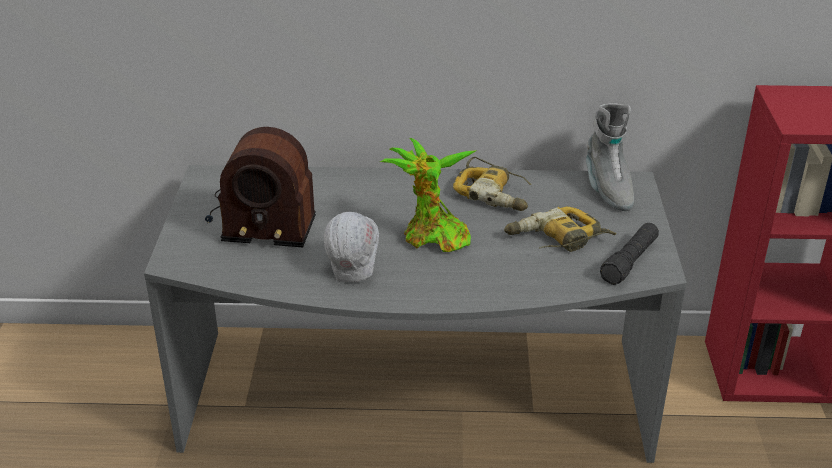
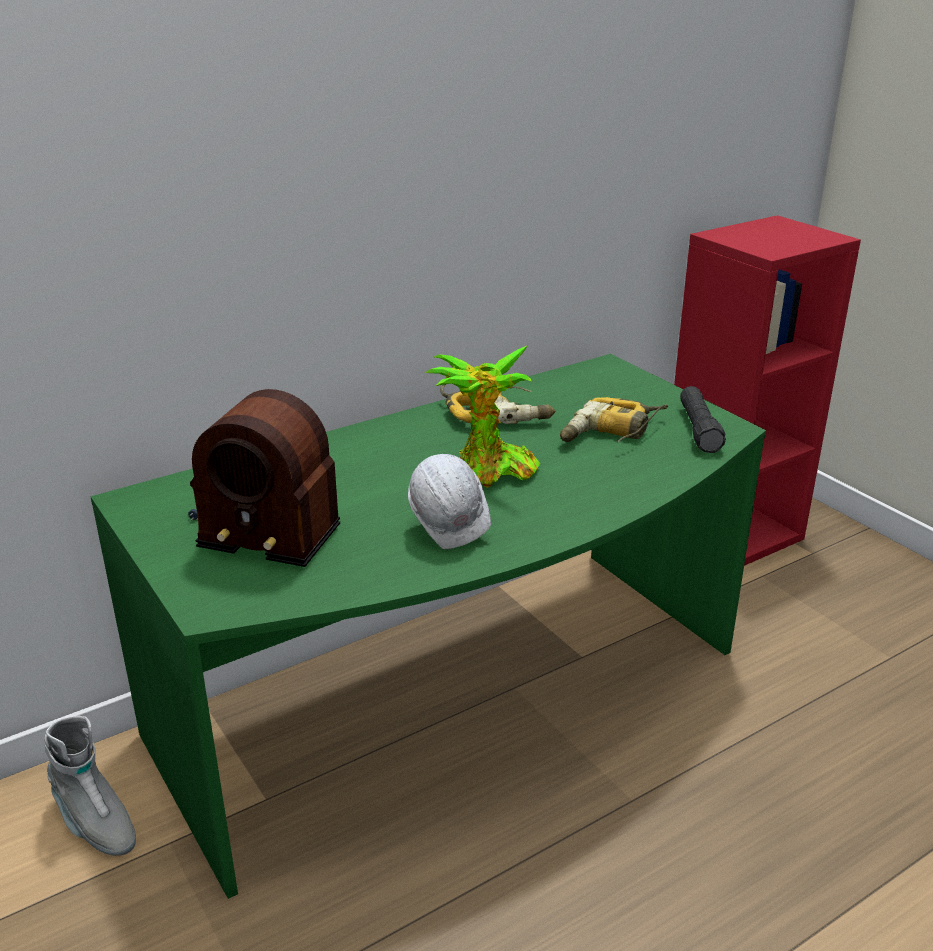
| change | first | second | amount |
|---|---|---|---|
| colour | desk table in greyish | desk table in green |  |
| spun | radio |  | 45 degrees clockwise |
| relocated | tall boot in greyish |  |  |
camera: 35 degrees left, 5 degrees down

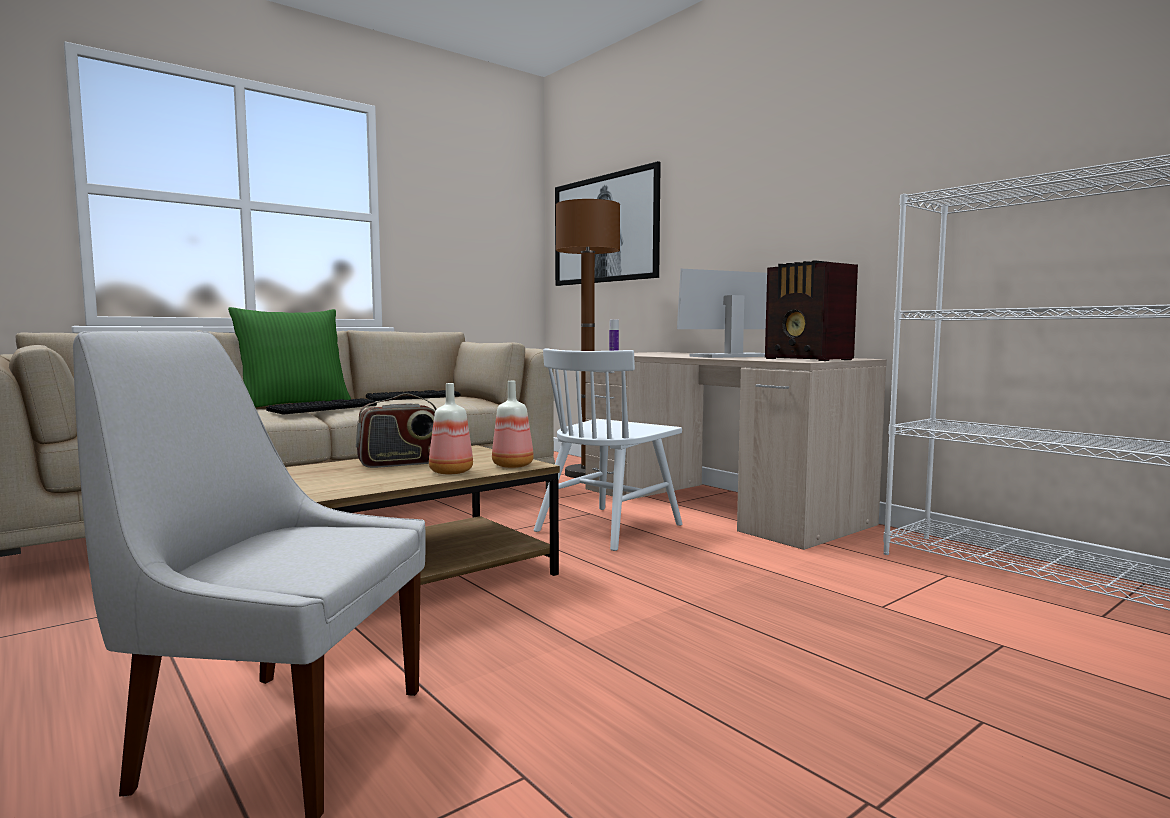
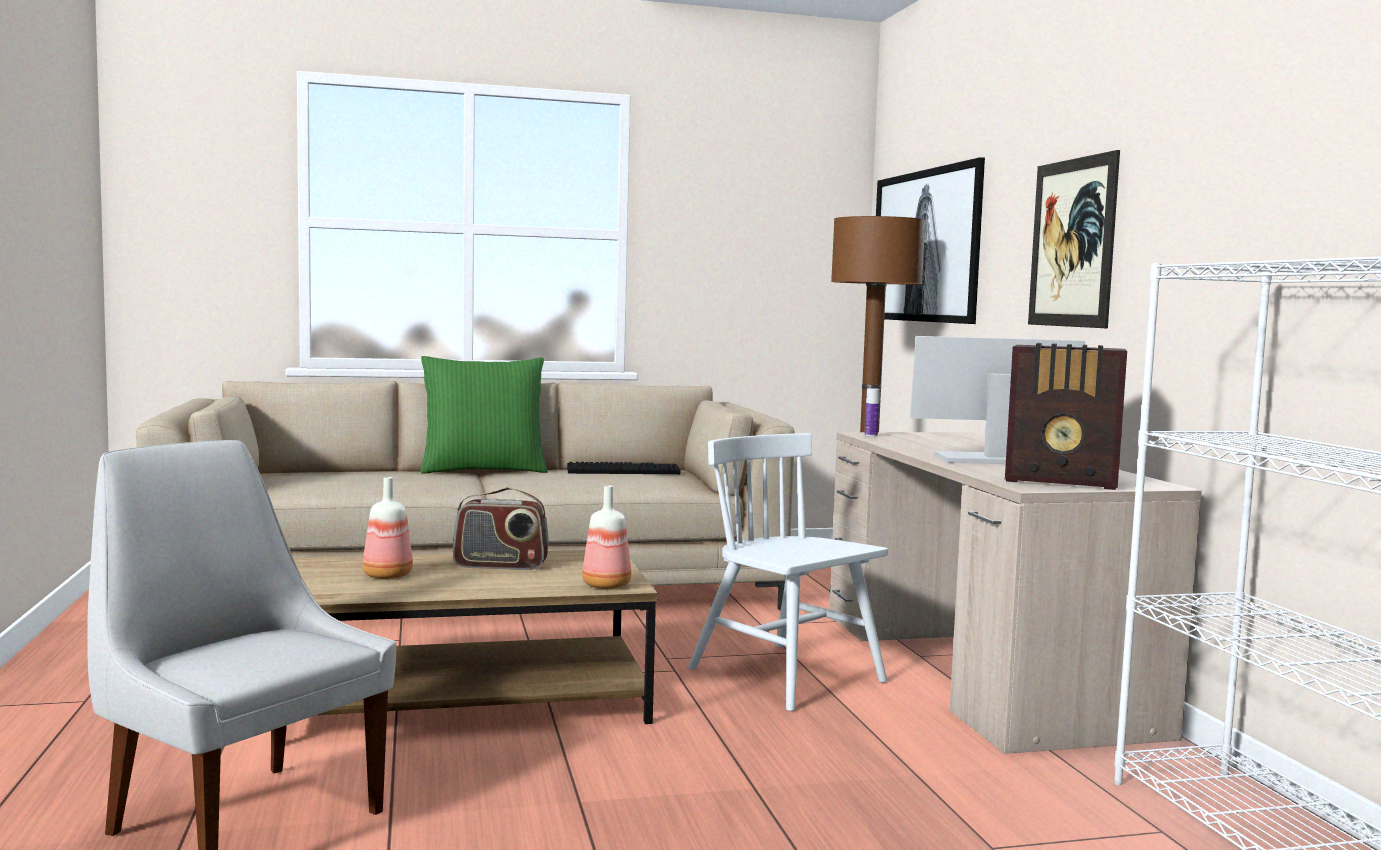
| change | first | second | amount |
|---|---|---|---|
| missing | PC keyboard (no. 1 from left) |  |  |
| relocated | drink bottle (no. 1 from left) |  |  |
| spun | chair in white-coloured (no. 2 from left) |  | 75 degrees clockwise |
| spun | radio (no. 2 from left) |  | 60 degrees counterclockwise |
| appeared |  | wall picture (no. 2 from left) |  |
camera: 25 degrees right, 0 degrees up

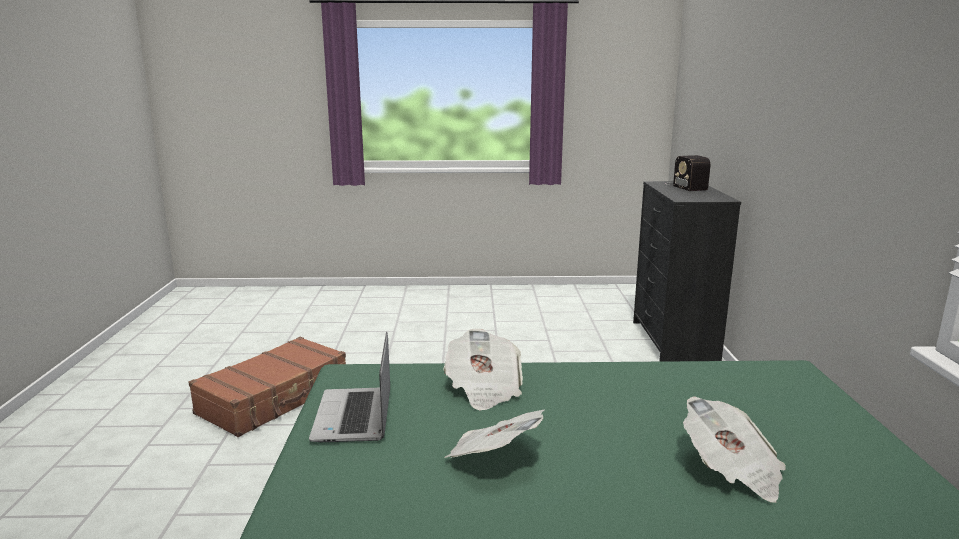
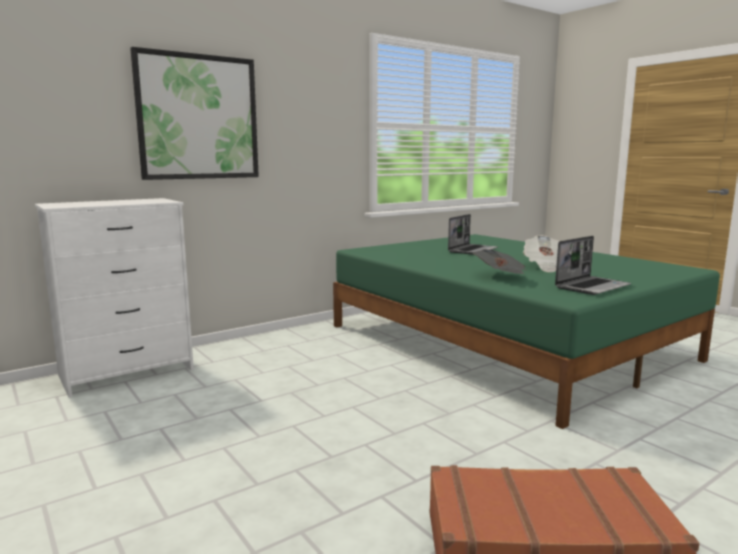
| change | first | second | amount |
|---|---|---|---|
| colour | chest of drawers in black-coloured | chest of drawers in white-coloured |  |
| missing | radio |  |  |
| exchanged | printed paper (no. 3 from left) | portable computer (no. 1 from left) |  |
| appeared |  | wall picture |  |
camera: 125 degrees left, 5 degrees down

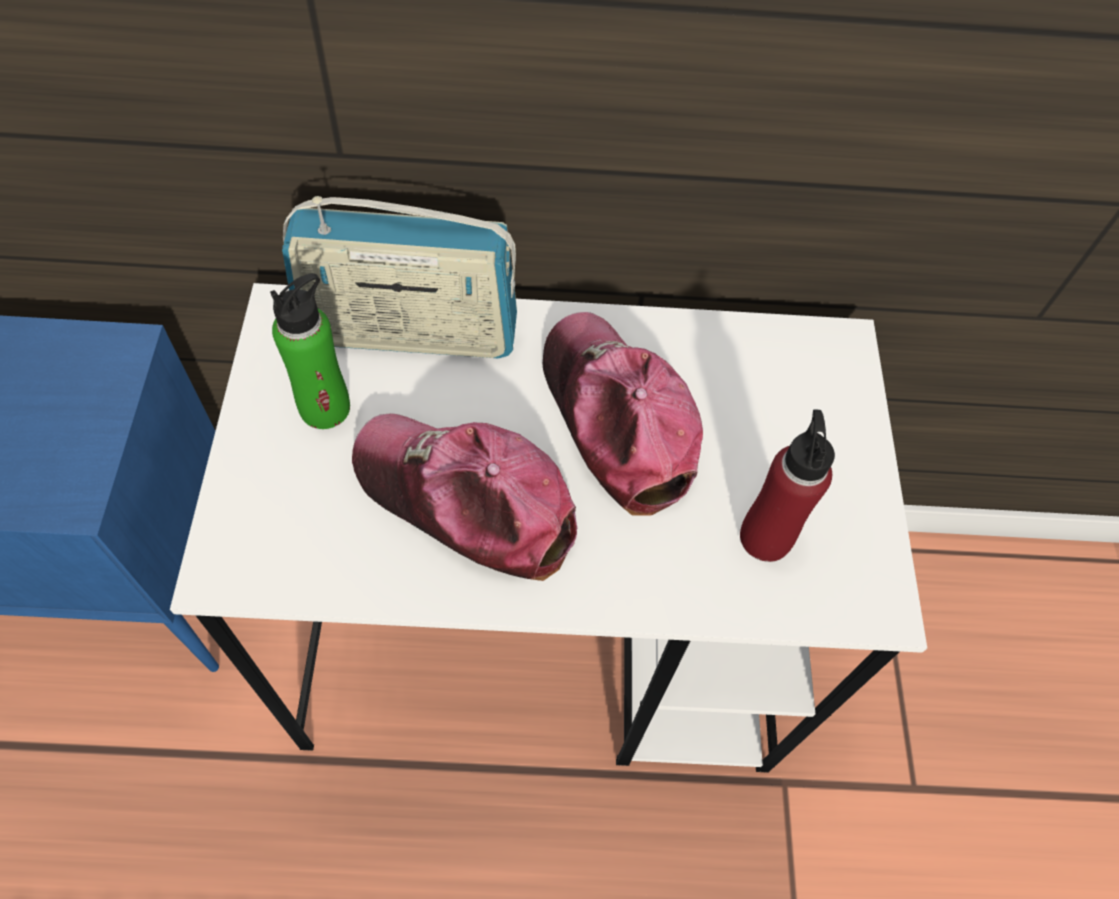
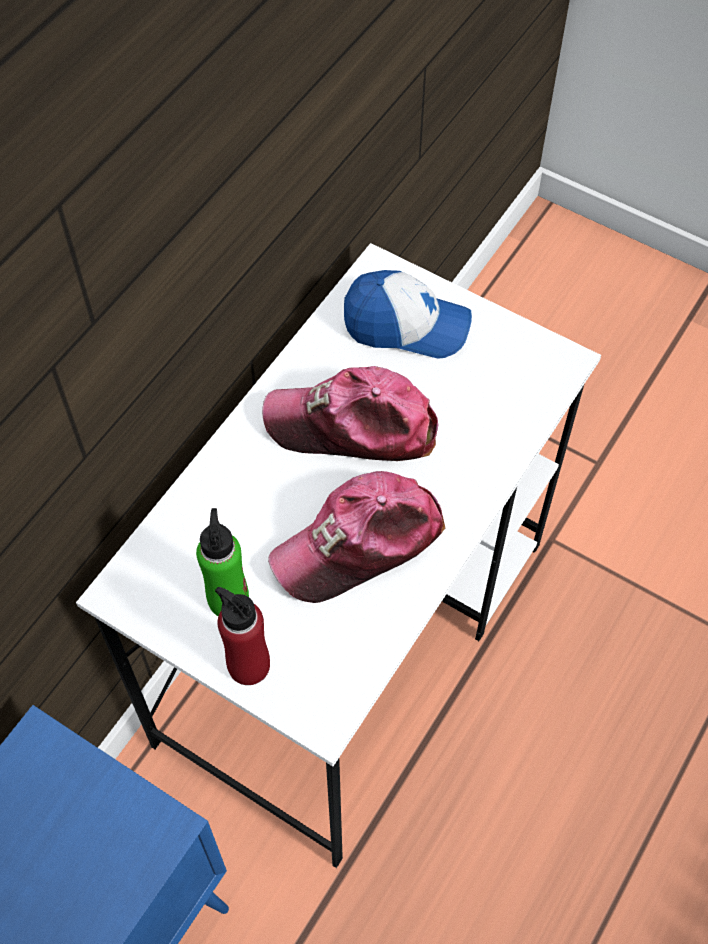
| change | first | second | amount |
|---|---|---|---|
| missing | radio |  |  |
| relocated | drink bottle in red-coloured |  |  |
| appeared |  | baseball cap (no. 3 from left) |  |
camera: 55 degrees left, 0 degrees up

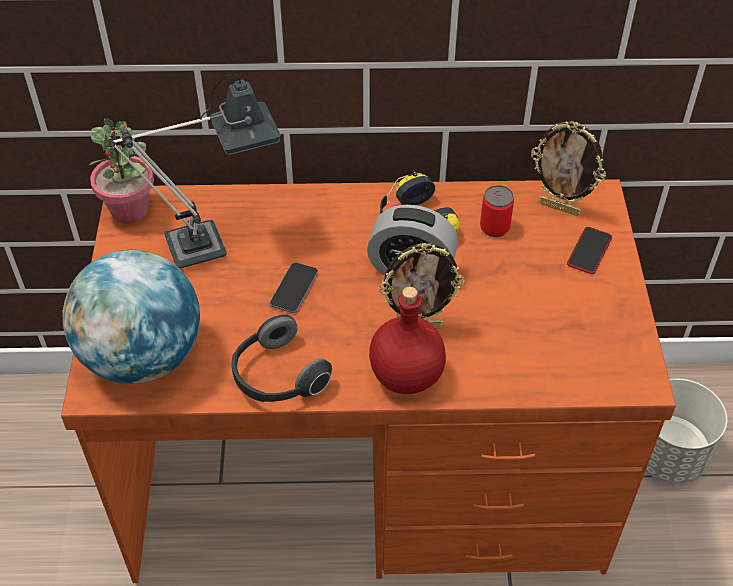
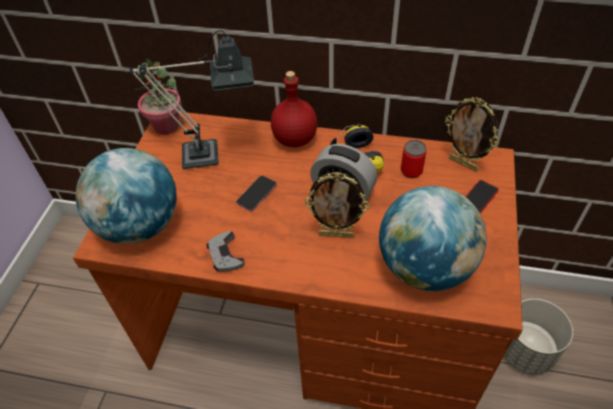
| change | first | second | amount |
|---|---|---|---|
| exchanged | headphones (no. 1 from left) | gamepad in greyish |  |
| relocated | drink bottle in red-coloured |  |  |
| appeared |  | globe (no. 2 from left) |  |
camera: 15 degrees right, 0 degrees up

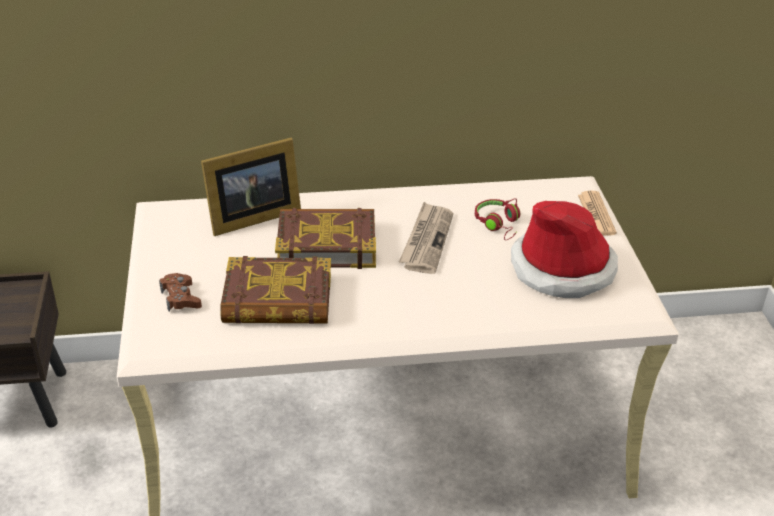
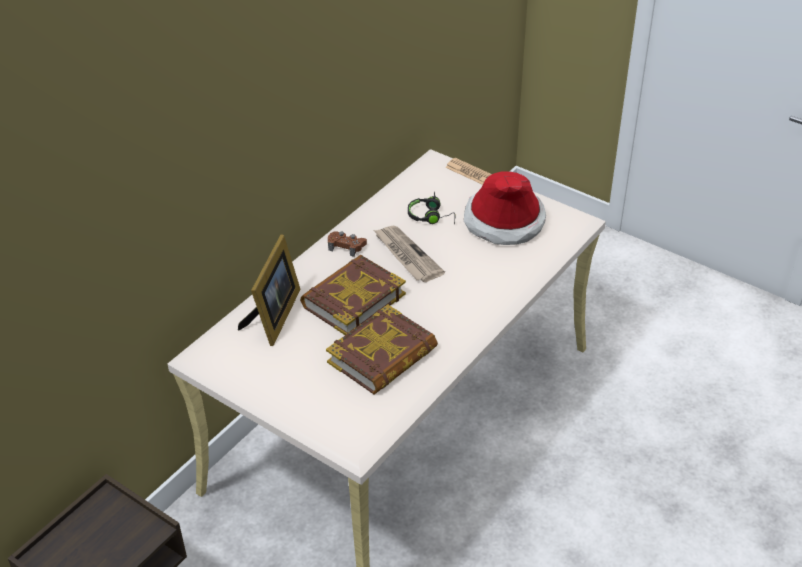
| change | first | second | amount |
|---|---|---|---|
| relocated | gamepad in brown-coloured |  |  |
| colour | headphones in red-coloured | headphones in black-coloured |  |
camera: 45 degrees left, 5 degrees up

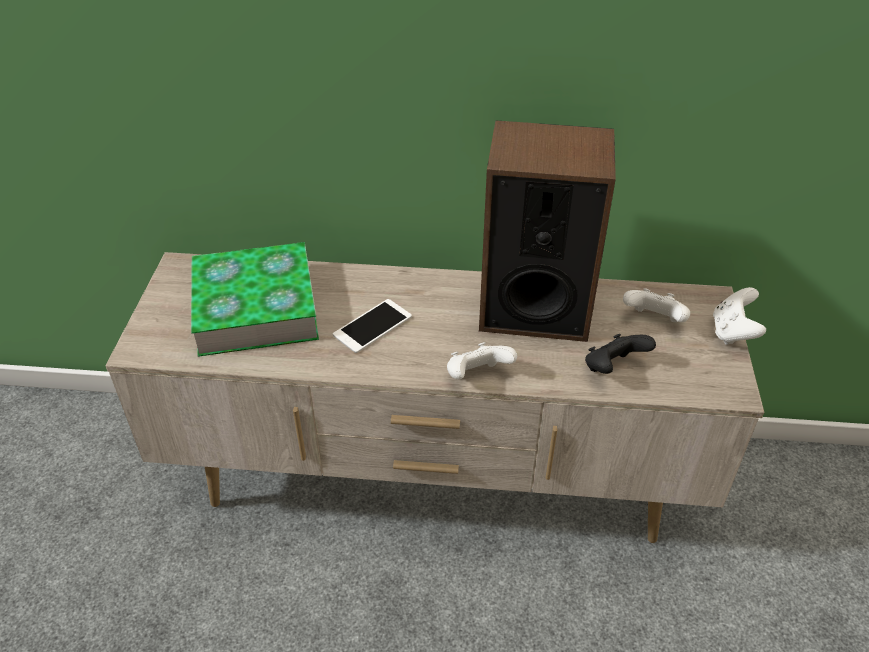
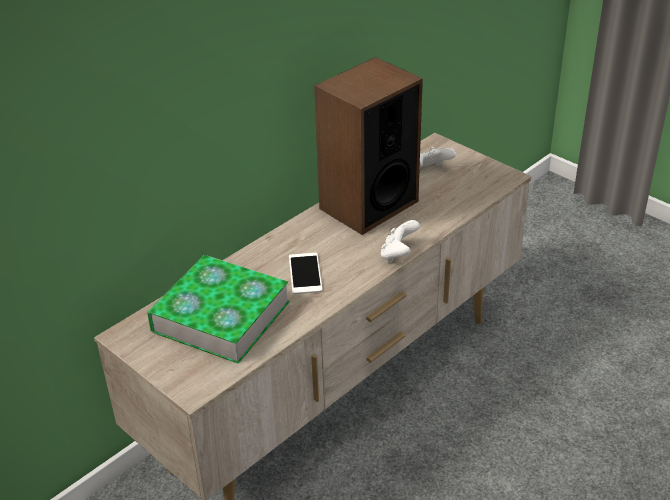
| change | first | second | amount |
|---|---|---|---|
| missing | gamepad in black-coloured |  |  |
| missing | gamepad in white-coloured (no. 3 from left) |  |  |
camera: 50 degrees left, 5 degrees down

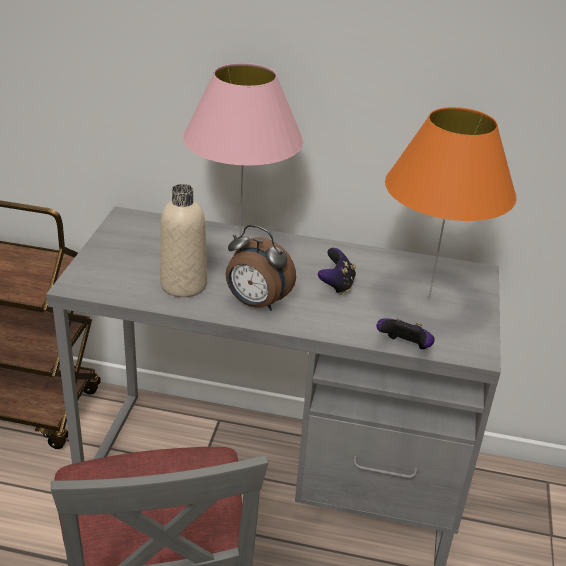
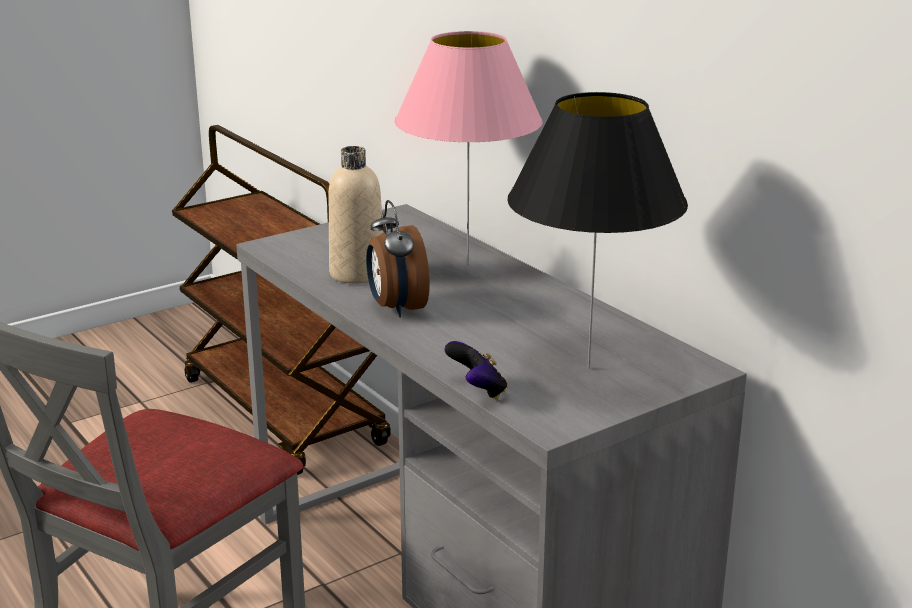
| change | first | second | amount |
|---|---|---|---|
| missing | gamepad (no. 1 from left) |  |  |
| colour | tabletop lamp in orangey | tabletop lamp in black-coloured |  |
camera: 45 degrees right, 10 degrees down

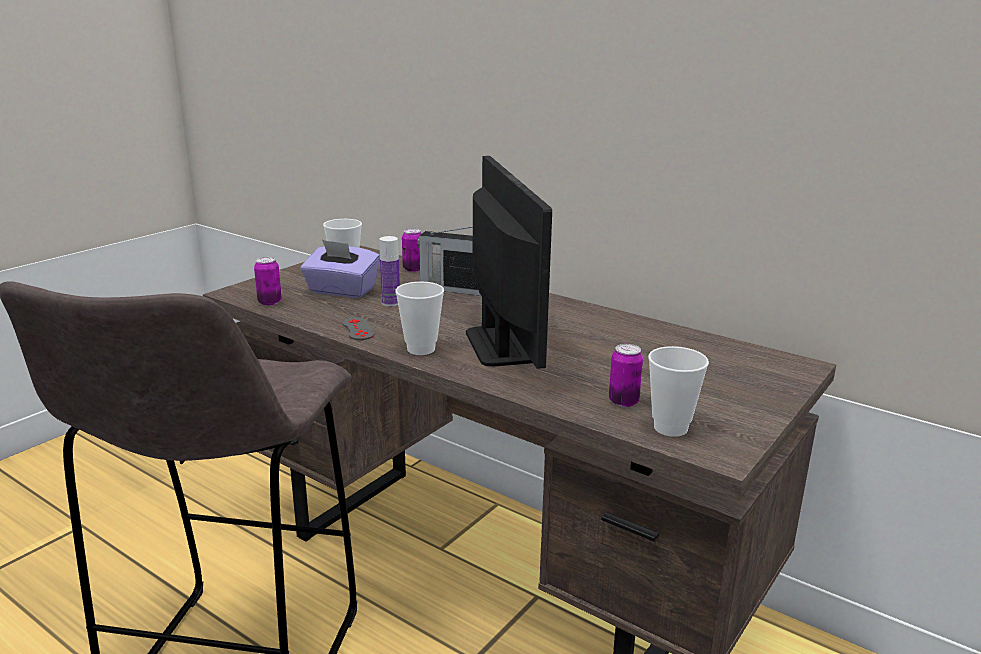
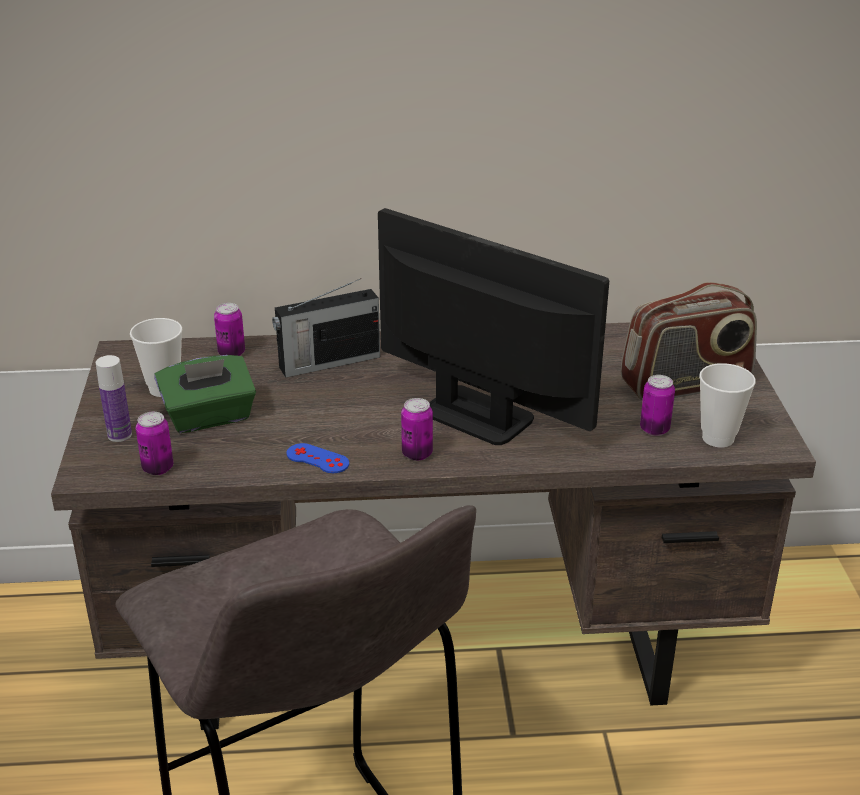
| change | first | second | amount |
|---|---|---|---|
| colour | tissue holder in purplish | tissue holder in green |  |
| colour | gamepad in greyish | gamepad in bluish |  |
| relocated | drink bottle |  |  |
| exchanged | small cup (no. 2 from left) | sealed can (no. 3 from left) |  |
| appeared |  | radio (no. 2 from left) |  |
camera: 40 degrees left, 10 degrees up

